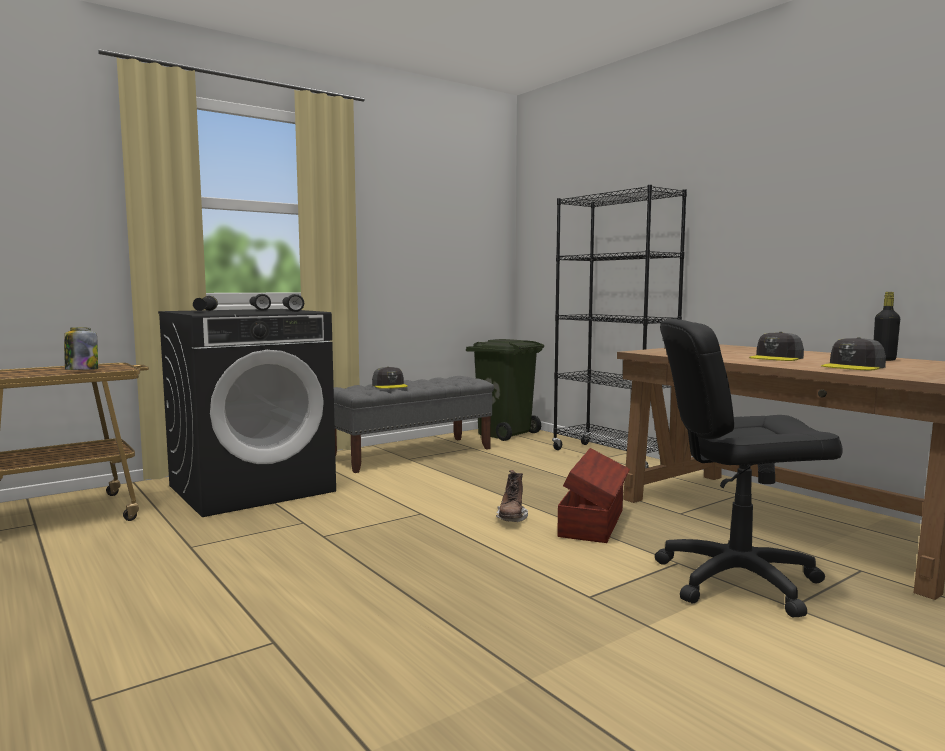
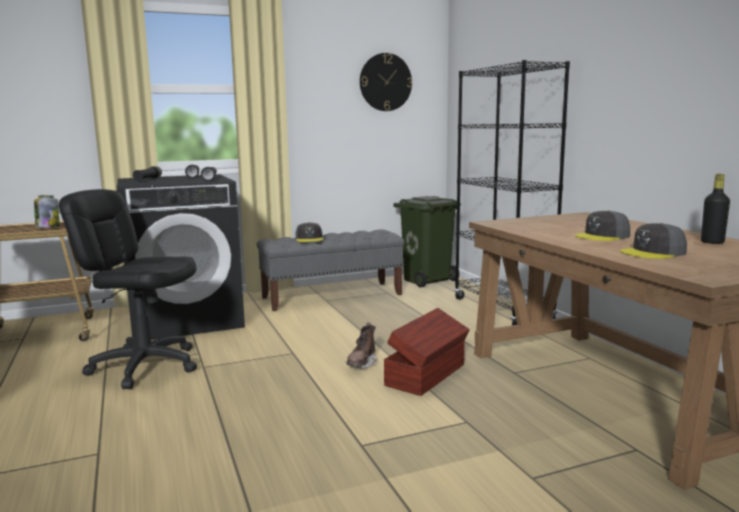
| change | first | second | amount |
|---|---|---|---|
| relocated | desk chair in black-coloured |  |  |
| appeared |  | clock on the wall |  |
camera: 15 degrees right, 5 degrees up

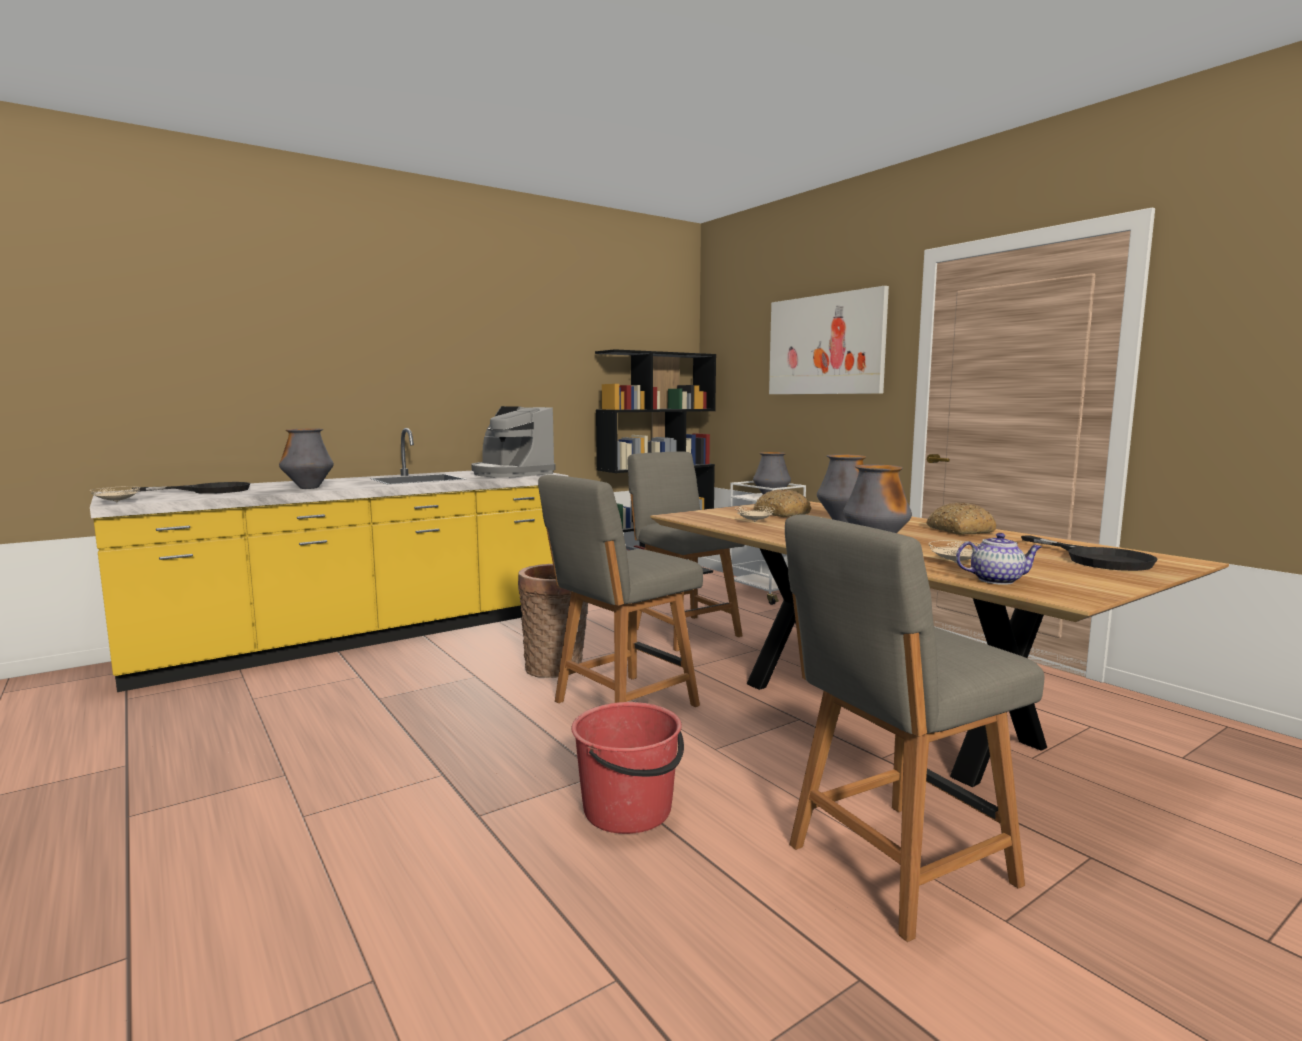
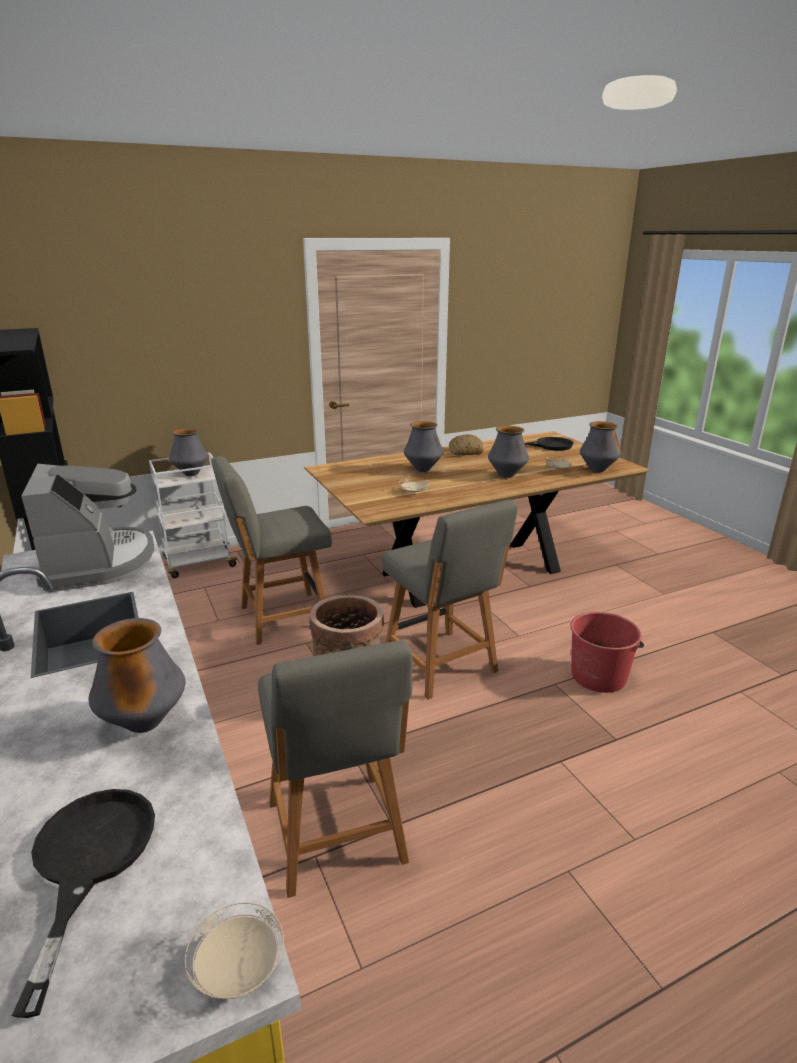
| change | first | second | amount |
|---|---|---|---|
| spun | coffee machine |  | 75 degrees counterclockwise |
| missing | bread (no. 1 from left) |  |  |
| missing | wall picture |  |  |
| relocated | chair in greyish (no. 3 from left in the first image) | chair in greyish (no. 2 from left) |  |
| exchanged | teapot | decorative vase (no. 5 from left) |  |
camera: 80 degrees left, 15 degrees up

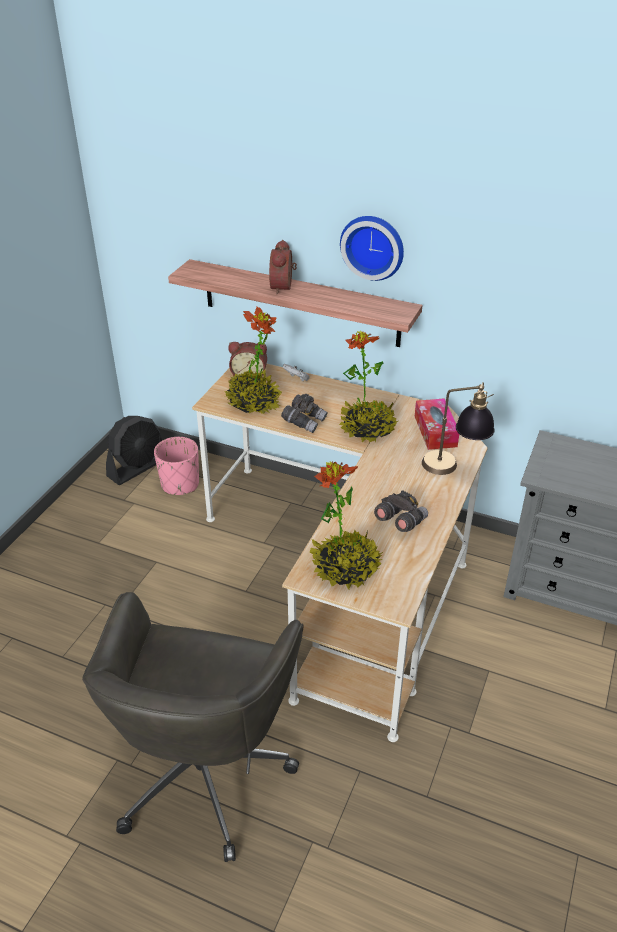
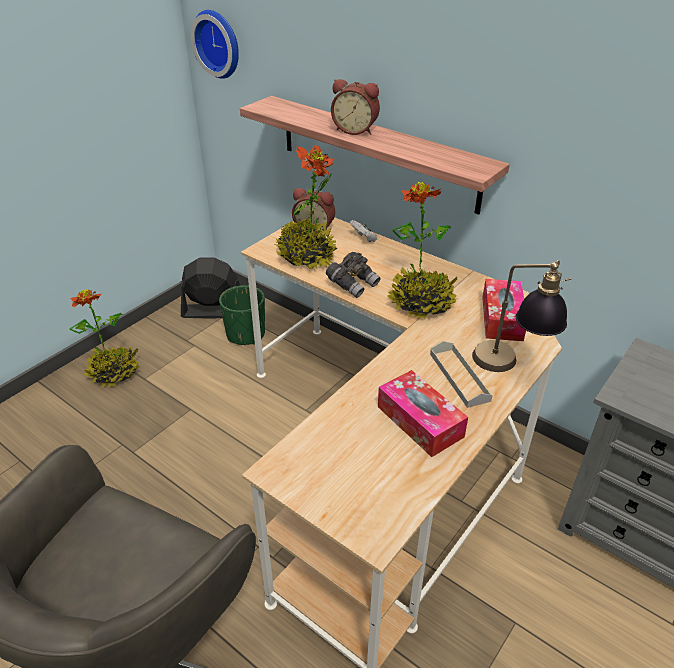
| change | first | second | amount |
|---|---|---|---|
| spun | fan in black-coloured |  | 150 degrees counterclockwise |
| colour | flower pot in pink-coloured | flower pot in green |  |
| spun | bedside clock (no. 2 from left) |  | 90 degrees counterclockwise |
| relocated | plant in a pot (no. 2 from left in the first image) | plant in a pot (no. 1 from left) |  |
| relocated | clock on the wall |  |  |
| exchanged | binoculars in greyish (no. 2 from left) | tissue holder (no. 1 from left) |  |
| appeared |  | carrying tray in greyish |  |
camera: 15 degrees right, 0 degrees up

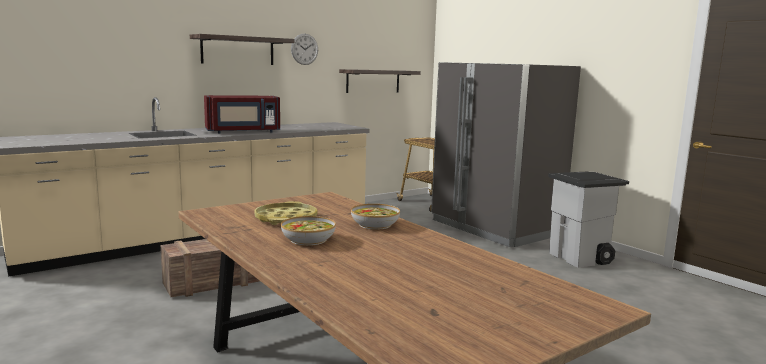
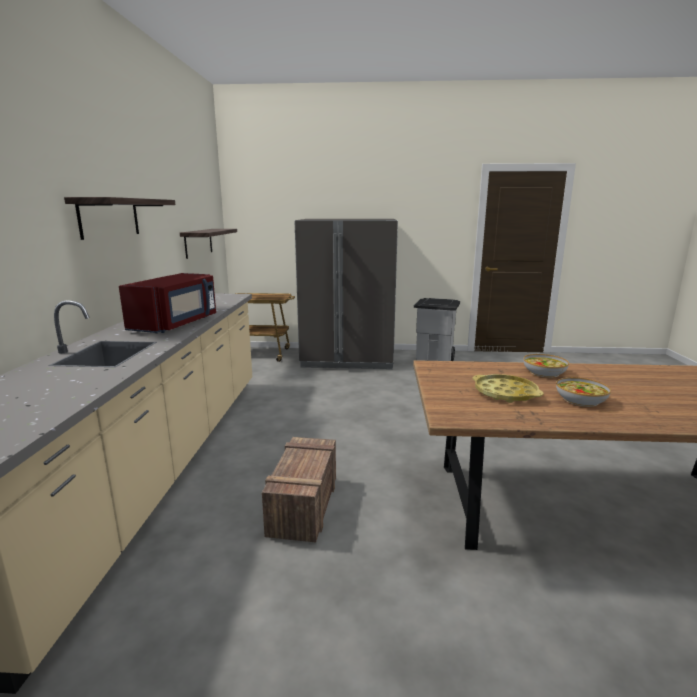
| change | first | second | amount |
|---|---|---|---|
| missing | clock on the wall |  |  |
camera: 50 degrees left, 5 degrees up

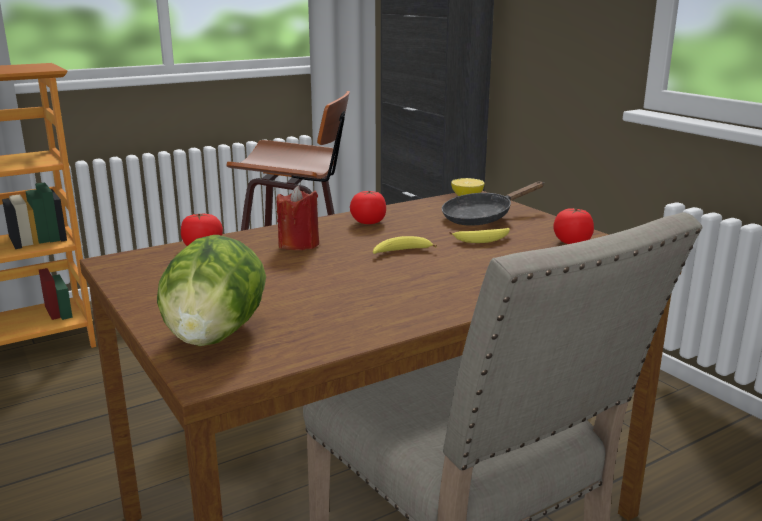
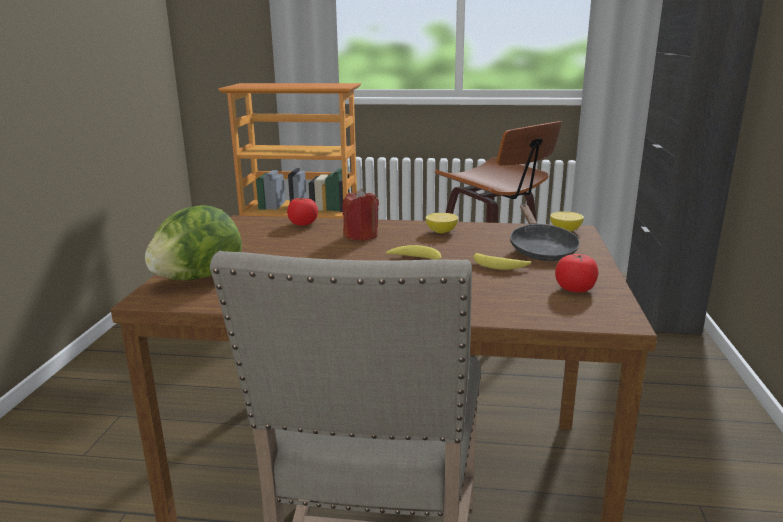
| change | first | second | amount |
|---|---|---|---|
| exchanged | tomato (no. 2 from left) | citrus fruit (no. 1 from left) |  |
| spun | frying pan in black-coloured |  | 105 degrees counterclockwise |
camera: 40 degrees right, 0 degrees up

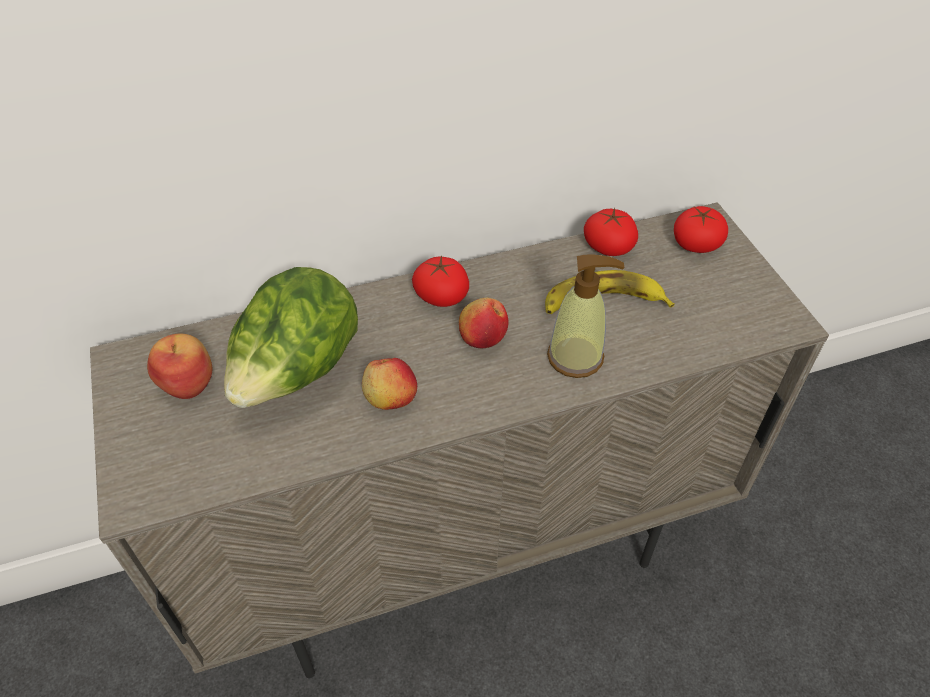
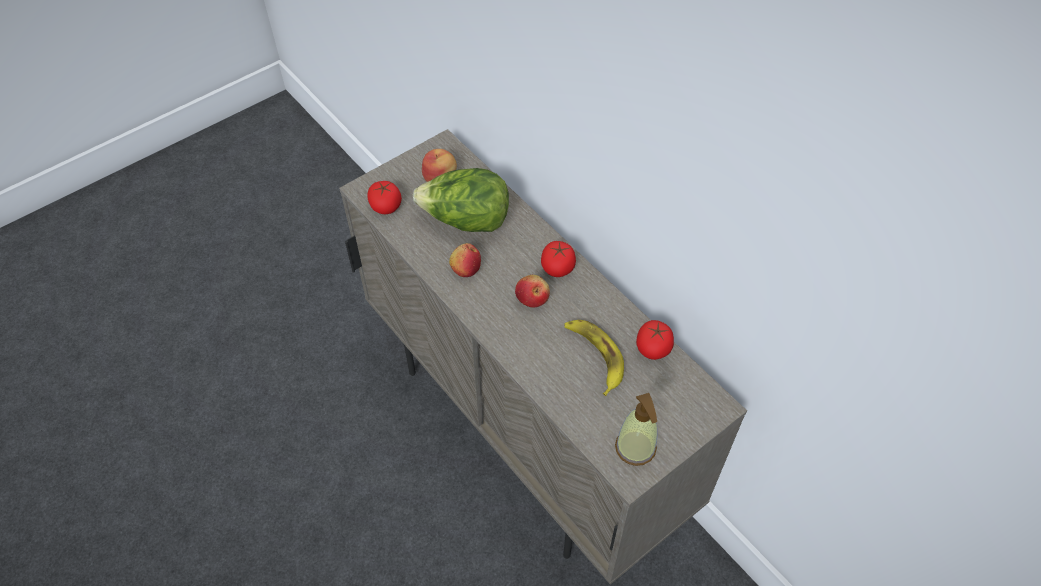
| change | first | second | amount |
|---|---|---|---|
| relocated | liquid soap bottle |  |  |
| relocated | tomato (no. 3 from left in the first image) | tomato (no. 1 from left) |  |
camera: 70 degrees right, 5 degrees up

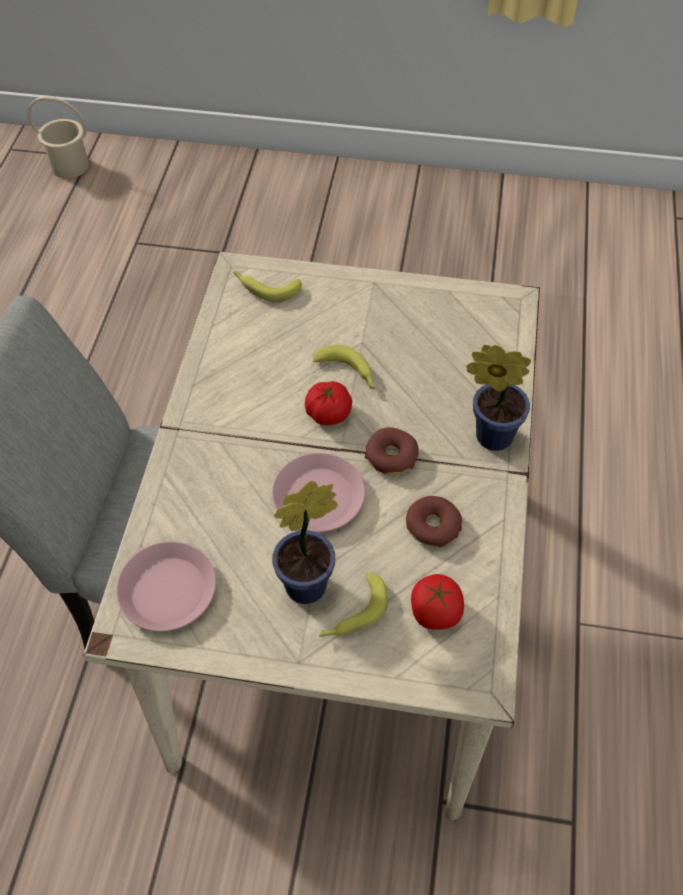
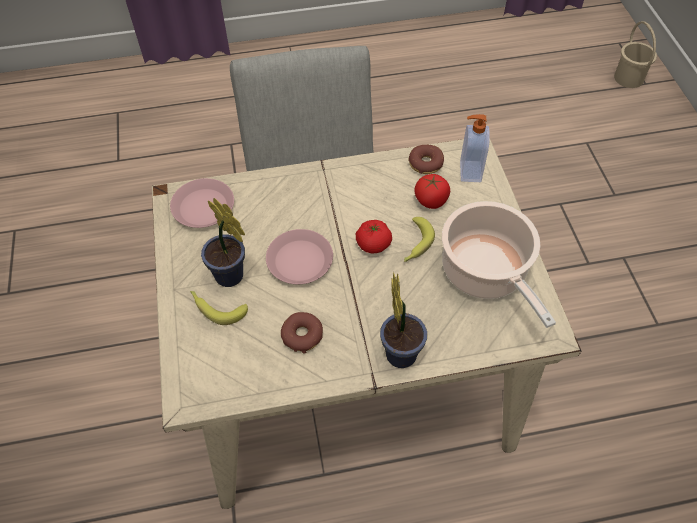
| change | first | second | amount |
|---|---|---|---|
| exchanged | banana (no. 1 from left) | liquid soap bottle |  |
| relocated | ring doughnut (no. 1 from left in the first image) | ring doughnut (no. 2 from left) |  |
| relocated | tomato (no. 2 from left) |  |  |
| appeared |  | saucepot |  |
camera: 70 degrees right, 0 degrees up

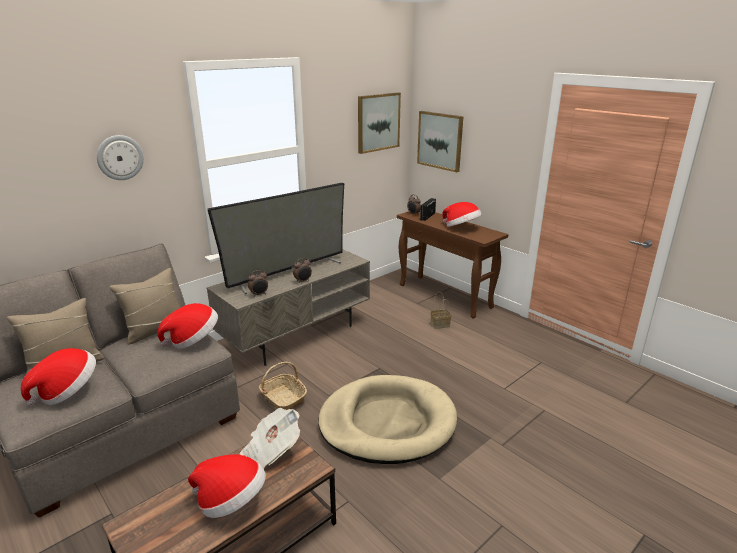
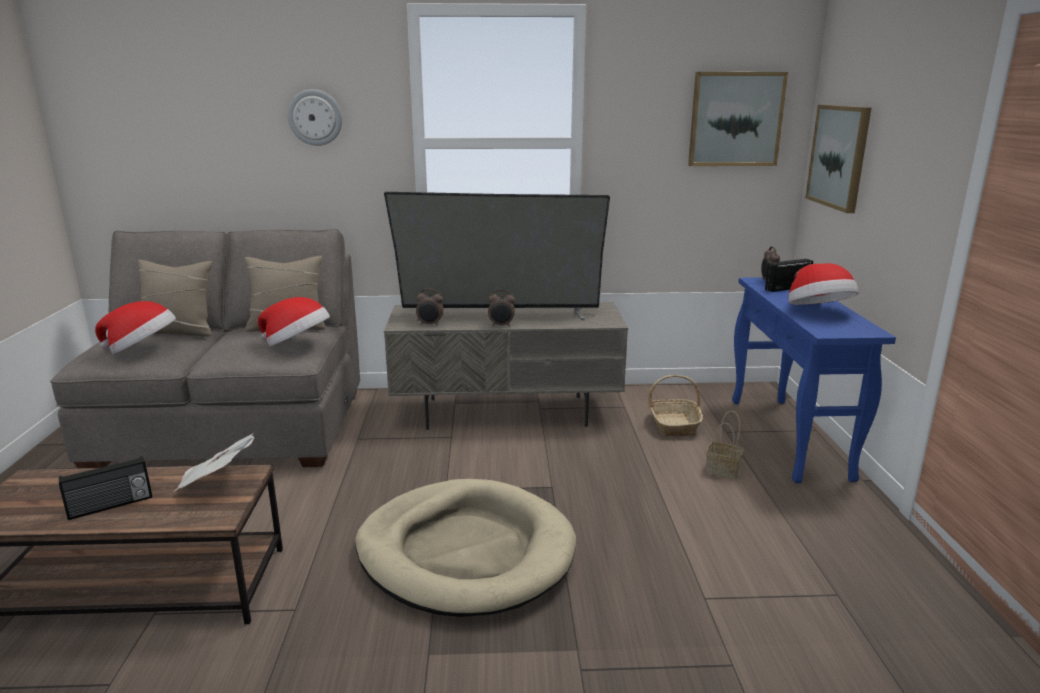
| change | first | second | amount |
|---|---|---|---|
| exchanged | hat (no. 3 from left) | radio (no. 1 from left) |  |
| relocated | storage basket (no. 1 from left) |  |  |
| colour | hall table in brown-coloured | hall table in bluish |  |
camera: 40 degrees right, 5 degrees down

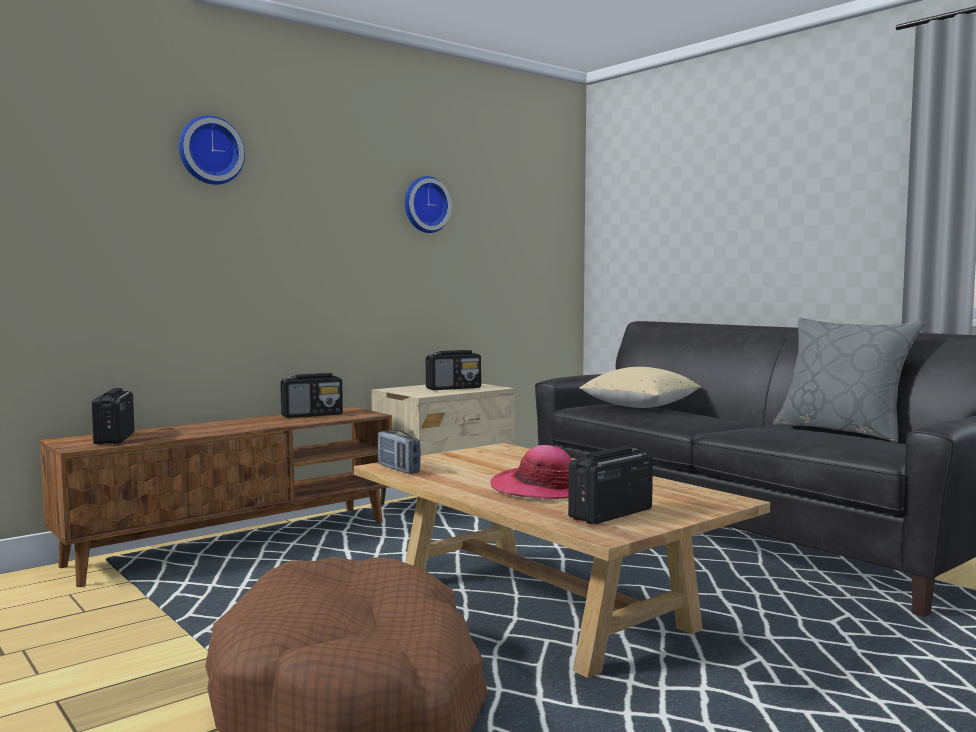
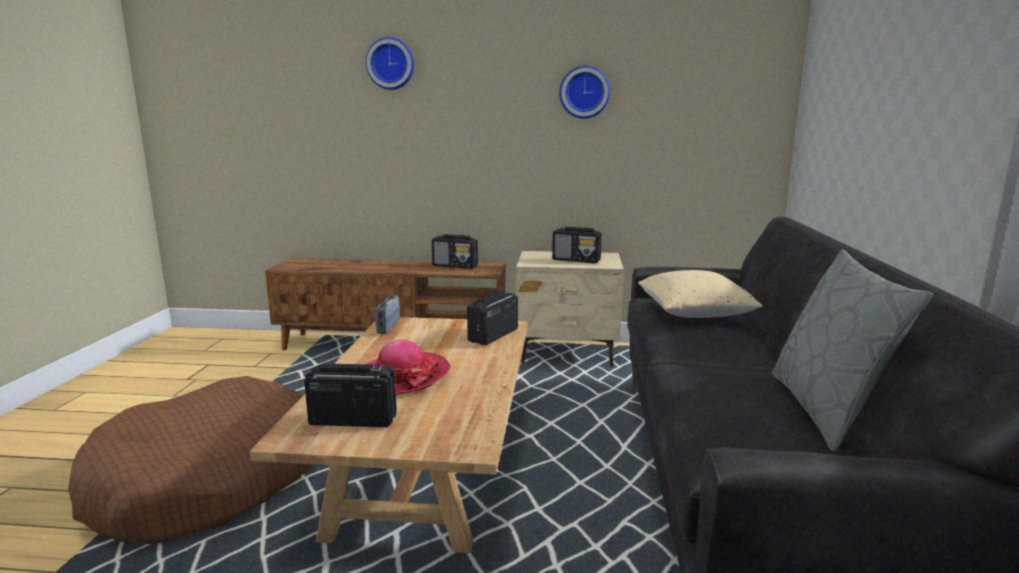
| change | first | second | amount |
|---|---|---|---|
| relocated | radio (no. 1 from left in the first image) | radio (no. 4 from left) |  |
camera: 45 degrees right, 10 degrees up

